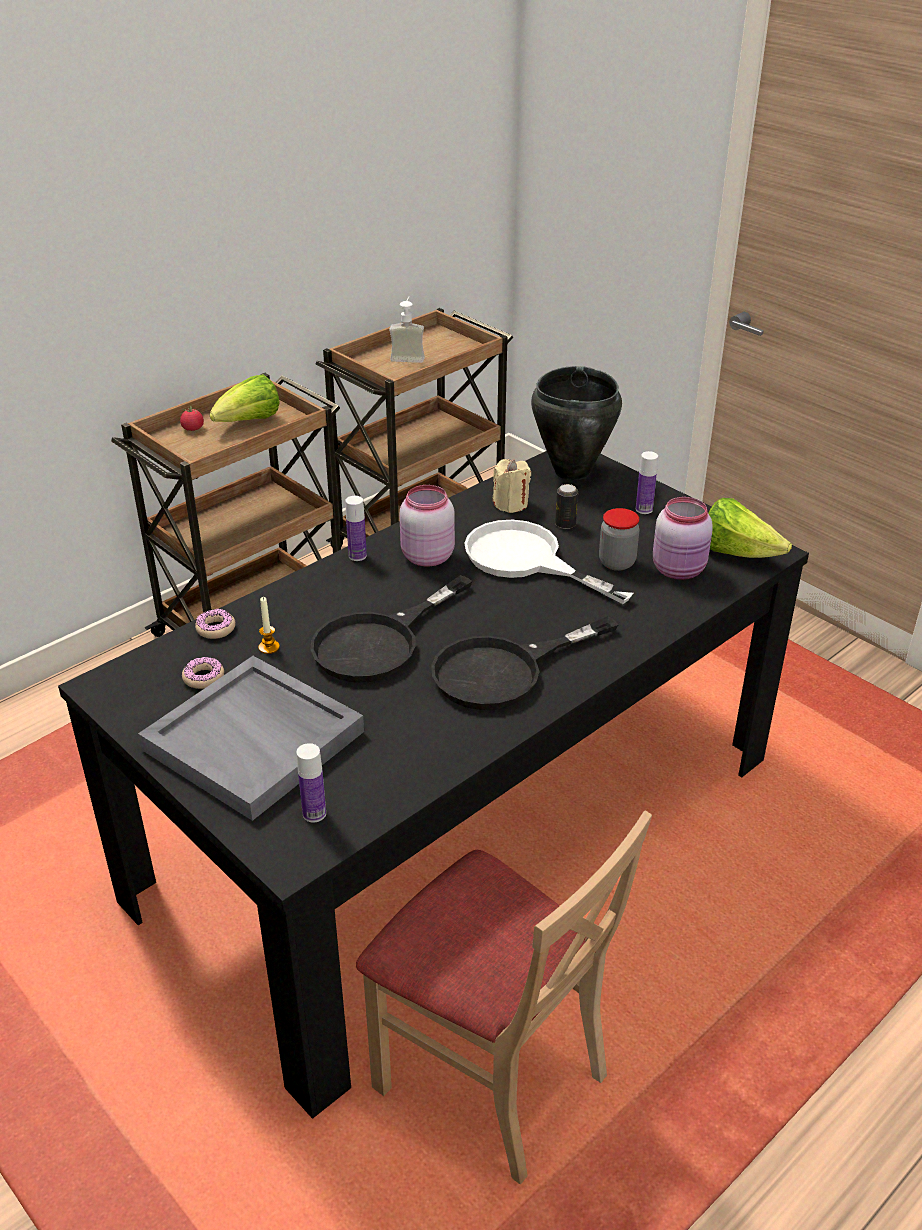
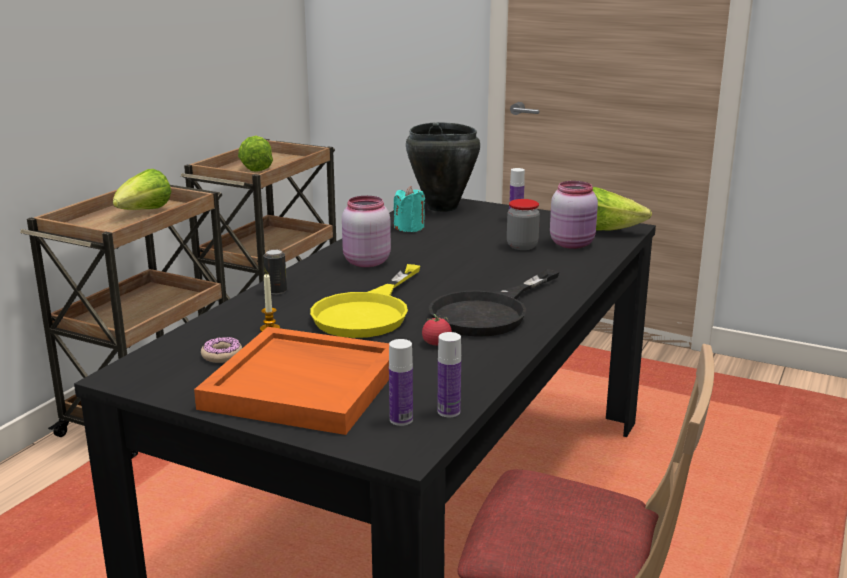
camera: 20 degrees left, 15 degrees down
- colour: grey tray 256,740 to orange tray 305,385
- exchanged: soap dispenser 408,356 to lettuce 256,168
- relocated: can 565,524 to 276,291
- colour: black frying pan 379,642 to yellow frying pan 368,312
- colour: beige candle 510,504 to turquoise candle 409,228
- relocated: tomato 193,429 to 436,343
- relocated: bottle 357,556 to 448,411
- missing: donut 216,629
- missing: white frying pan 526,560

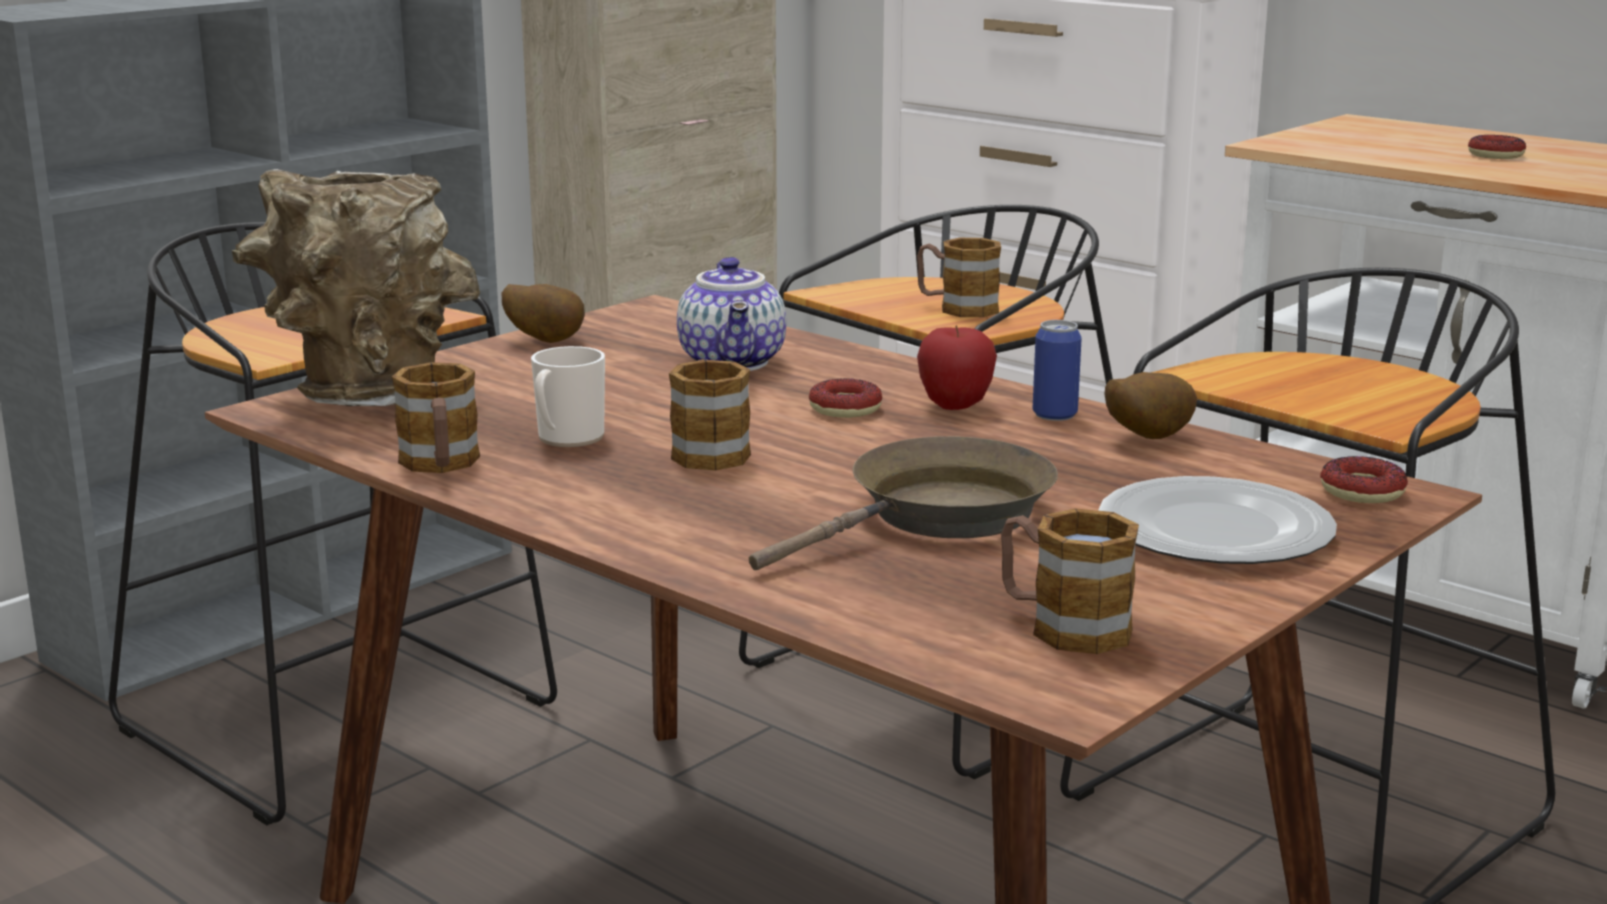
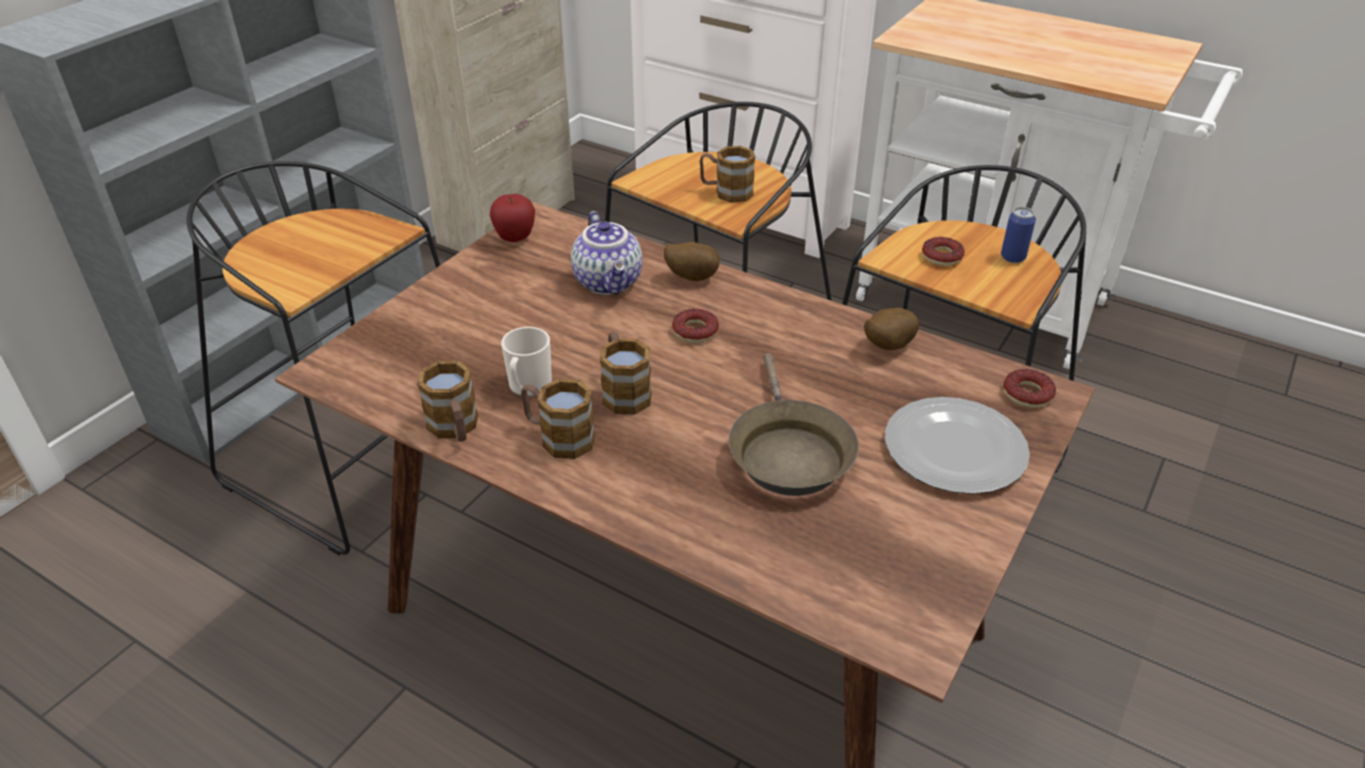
camera: 10 degrees left, 20 degrees up
- relocated: apple 955,407 to 515,238
- relocated: mug 1062,626 to 558,437
- relocated: potato 546,341 to 691,277
- spun: brown frying pan 939,517 = 787,453 135 degrees clockwise
- relocated: donut 1496,155 to 942,256
- relocated: can 1054,415 to 1013,257
- missing: brown vase 362,396

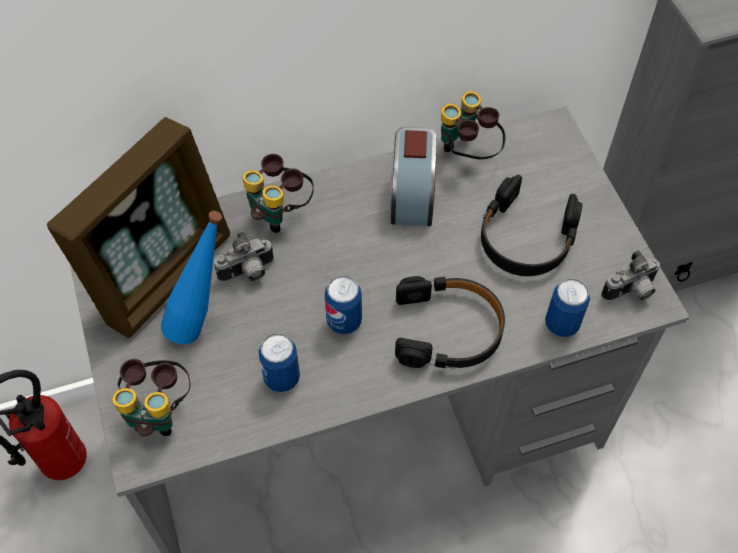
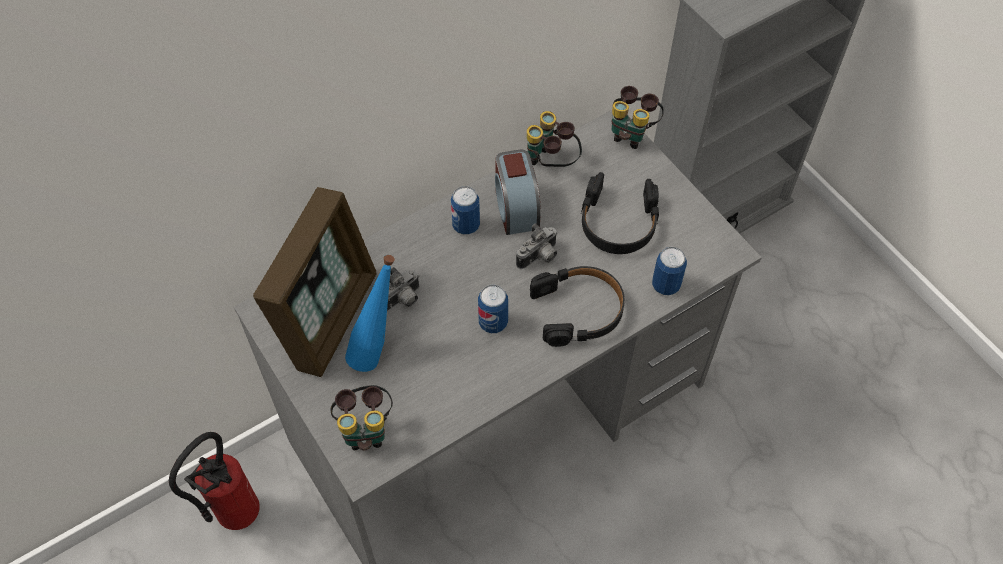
camera: 15 degrees left, 0 degrees up
- relocated: can 282,378 to 466,225
- relocated: photo camera 630,292 to 539,258
- relocated: binoculars 280,212 to 631,133

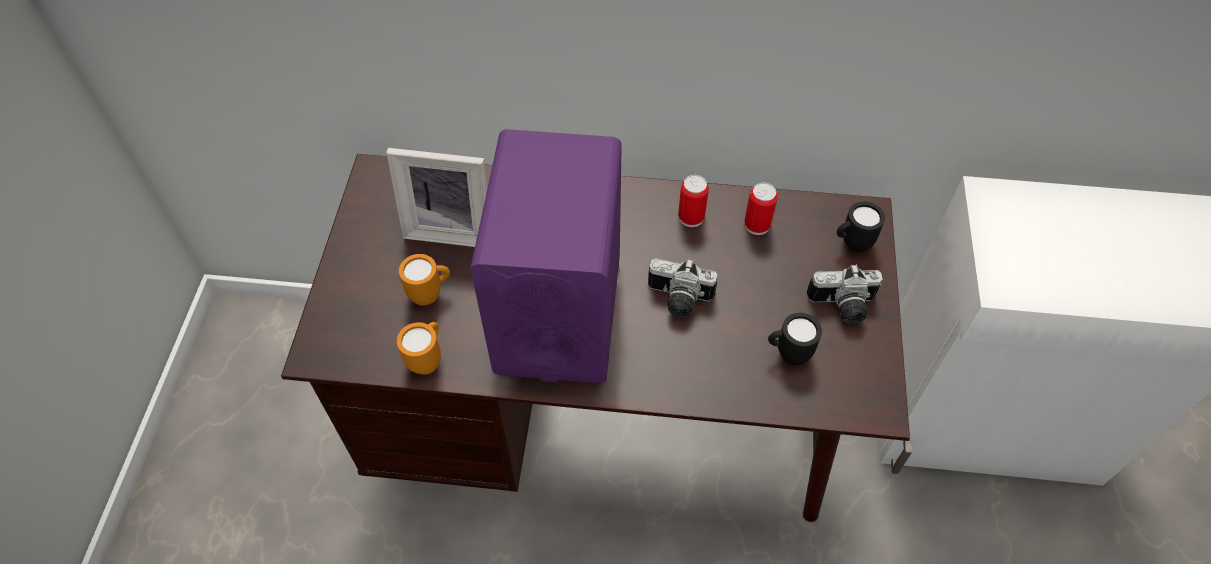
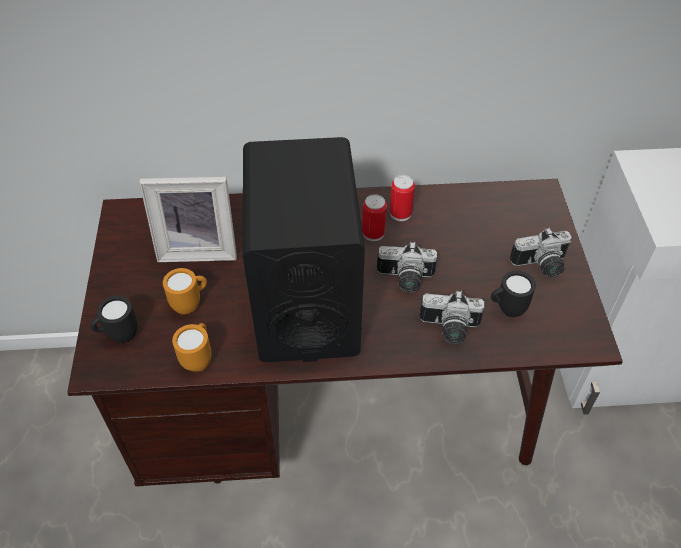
camera: 10 degrees left, 5 degrees down
- relocated: black mug 851,244 to 119,335
- colour: purple speaker 558,313 to black speaker 306,304
- relocated: can 757,225 to 373,233
- appeared: photo camera 449,329

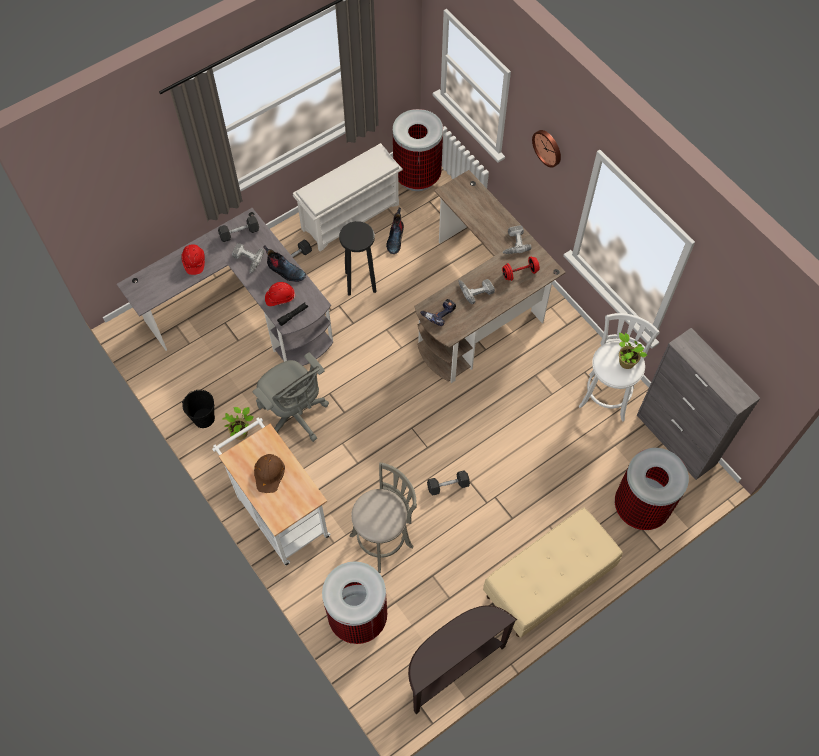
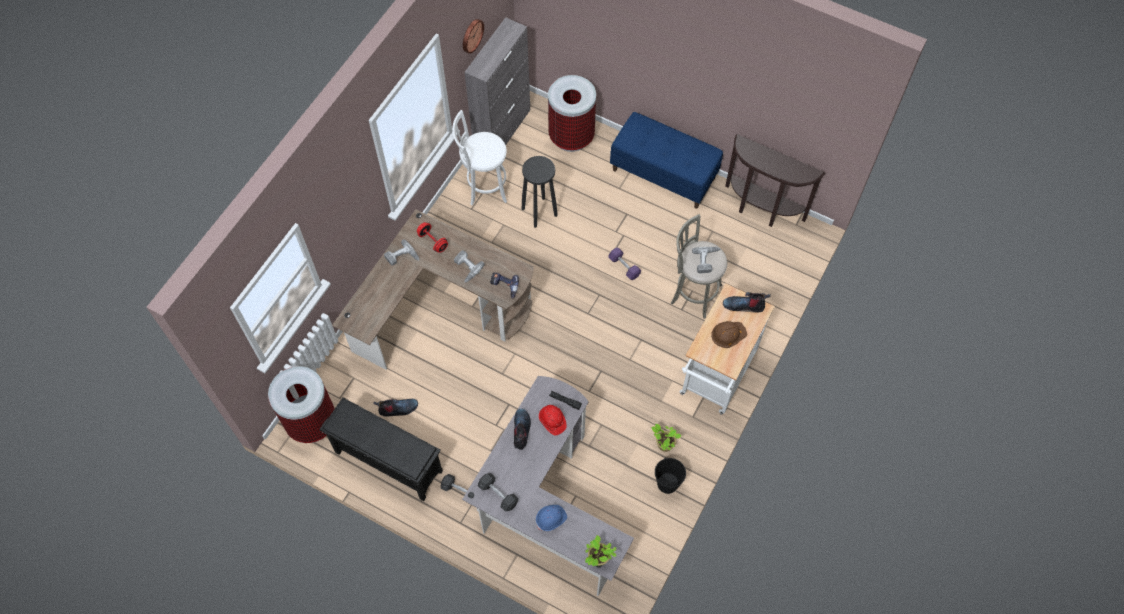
camera: 115 degrees left, 0 degrees up
- colour: white shoe rack 351,216 to black shoe rack 387,462
- relocated: wall clock 548,147 to 471,35
- relocated: black stool 360,282 to 540,212
- colour: red hard hat 194,262 to blue hard hat 551,519
- relocated: potted plant 625,361 to 598,559
- colour: grey dumbbell 448,485 to purple dumbbell 624,267
- colour: beige bench 548,583 to blue bench 664,174
- relocated: power drill 246,260 to 707,260
- appeared: boot 744,305
- missing: grey office chair 294,416
- missing: trash can 357,616

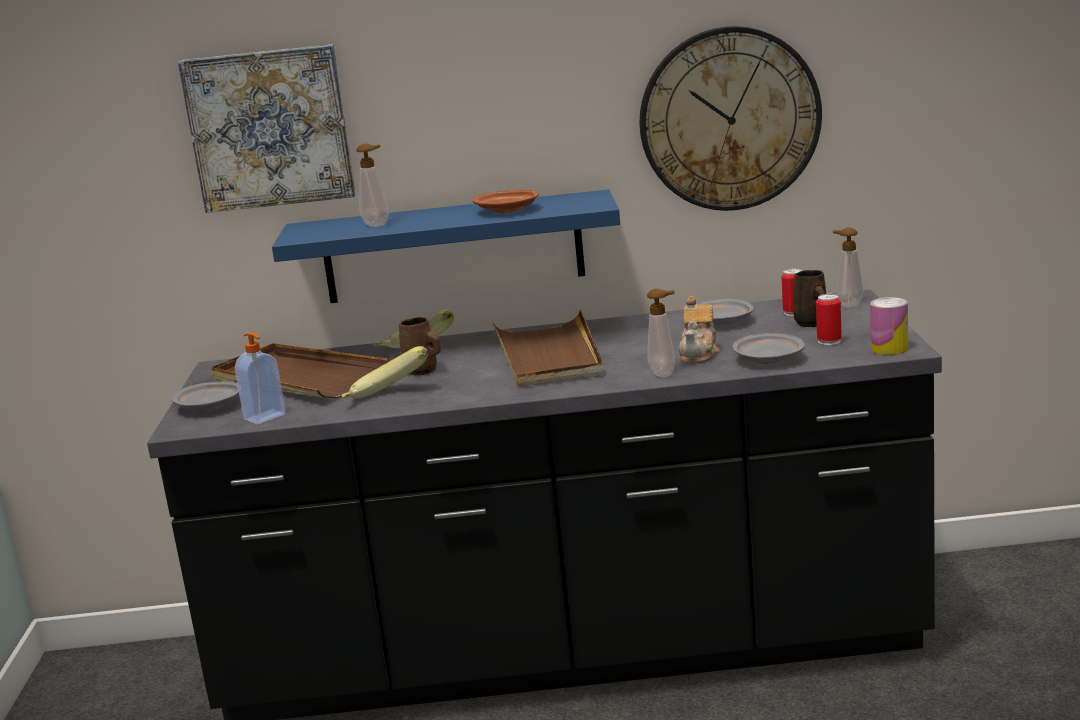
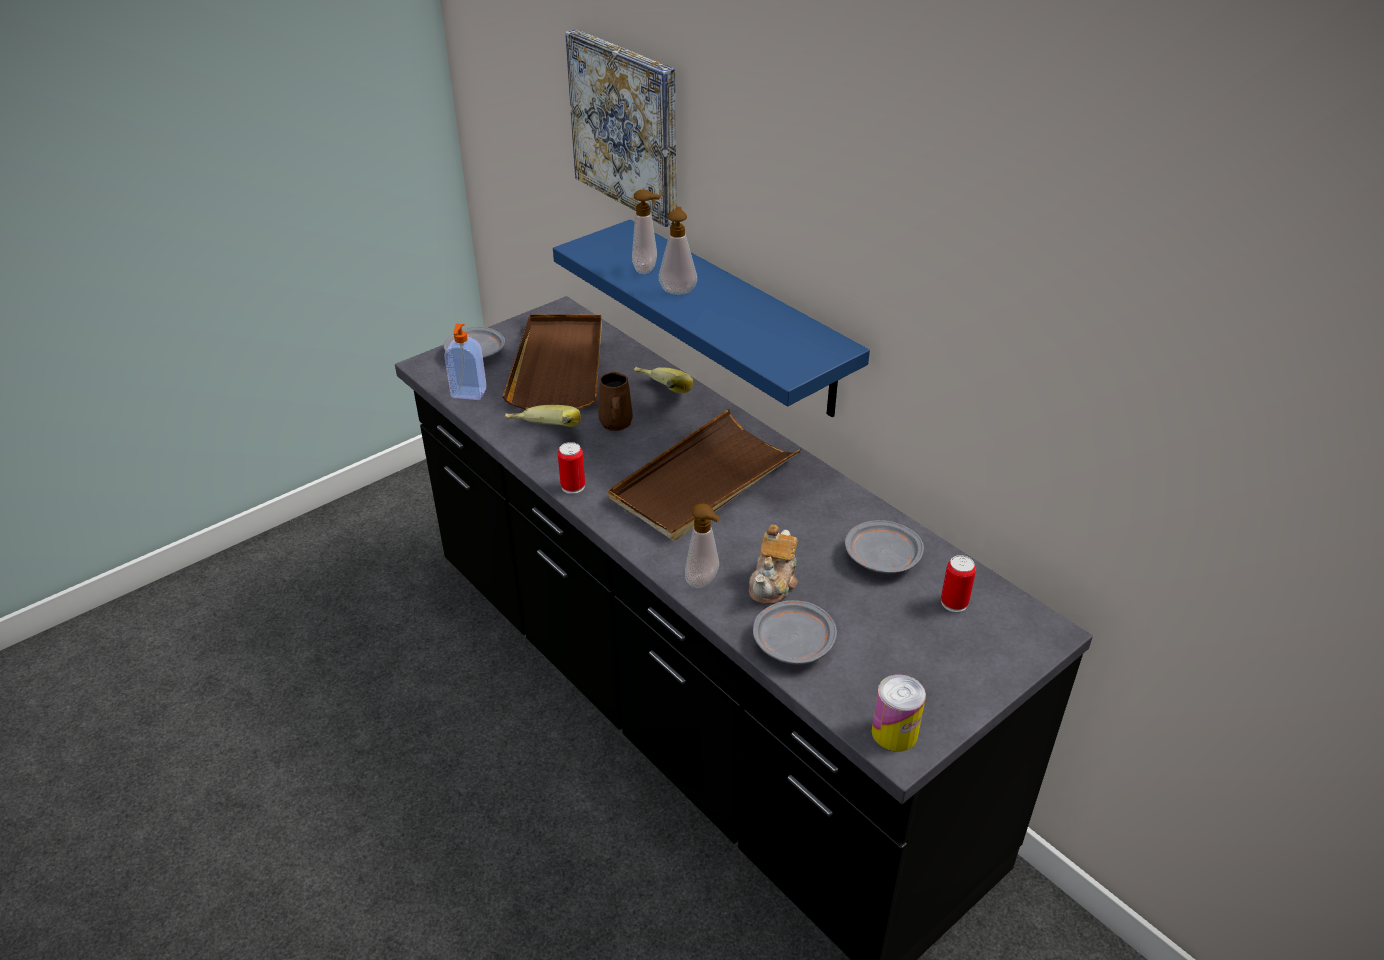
camera: 50 degrees right, 20 degrees up
- relocated: can 829,341 to 573,486
- relocated: soap dispenser 848,304 to 678,290
- spun: teapot 699,354 = 774,583 45 degrees counterclockwise
- missing: brown plate 508,210
- missing: wall clock 729,119
- missing: brown mug 812,323

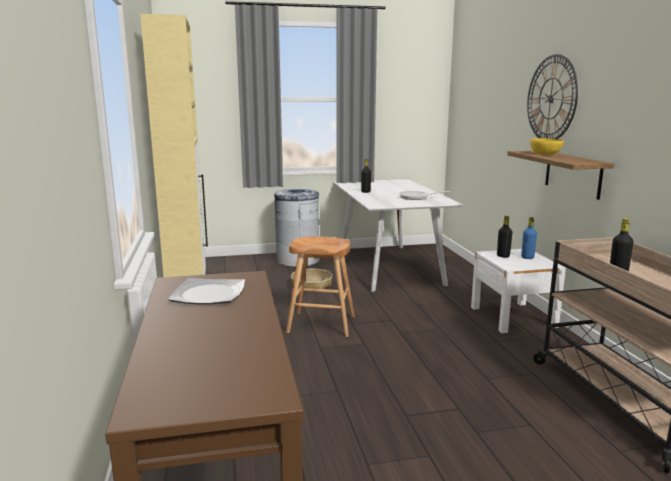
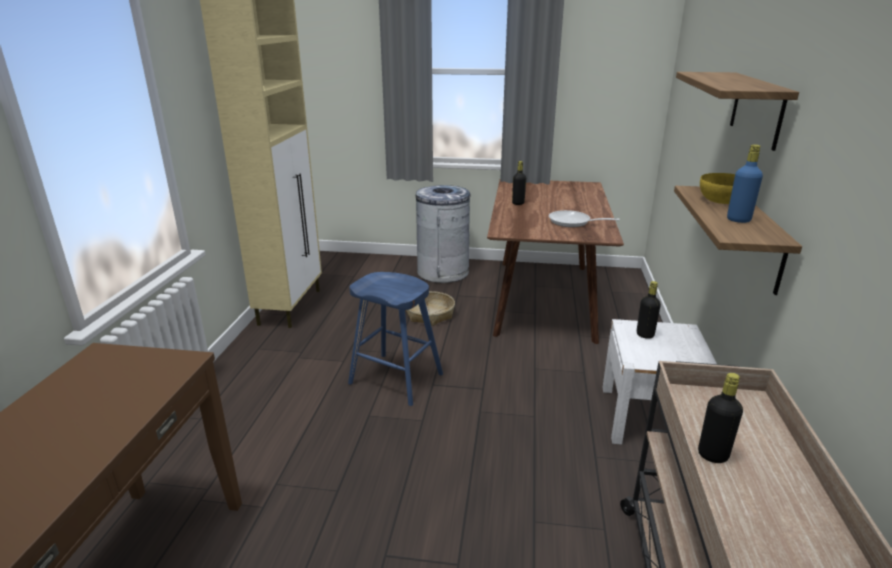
camera: 20 degrees right, 10 degrees up
- colour: brown stool 321,325 to blue stool 395,379
- colour: white dining table 389,266 to brown dining table 545,298
- exchanged: wall clock 551,98 to shelf 757,109
- relocated: blue bottle 527,257 to 738,220
- missing: plate 208,294

